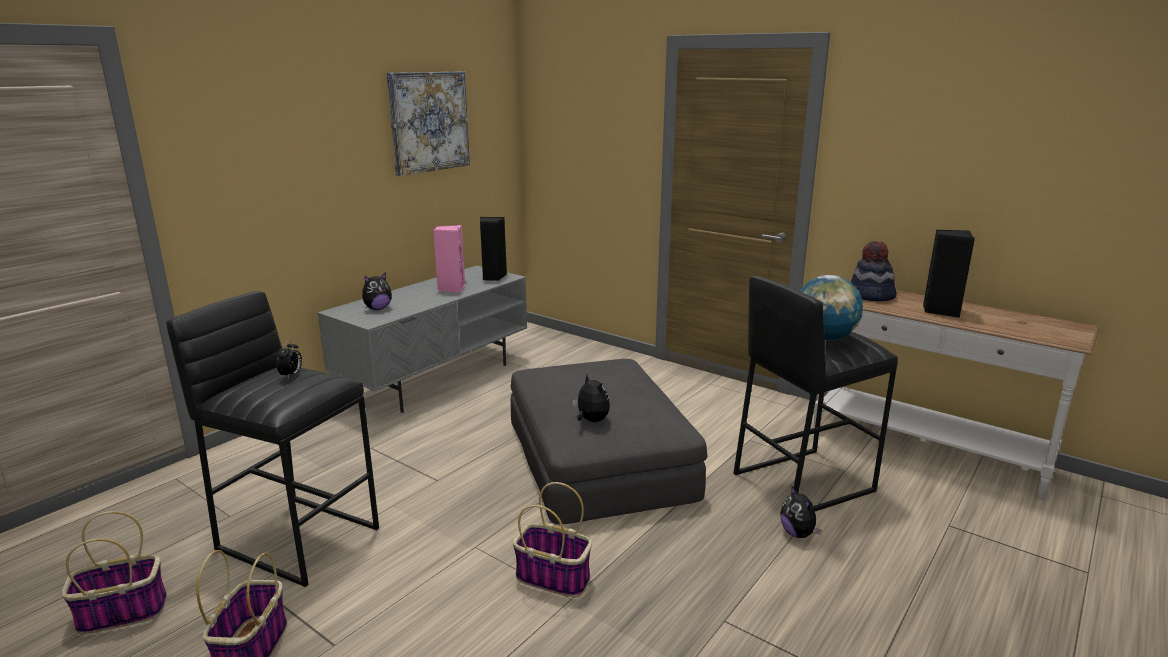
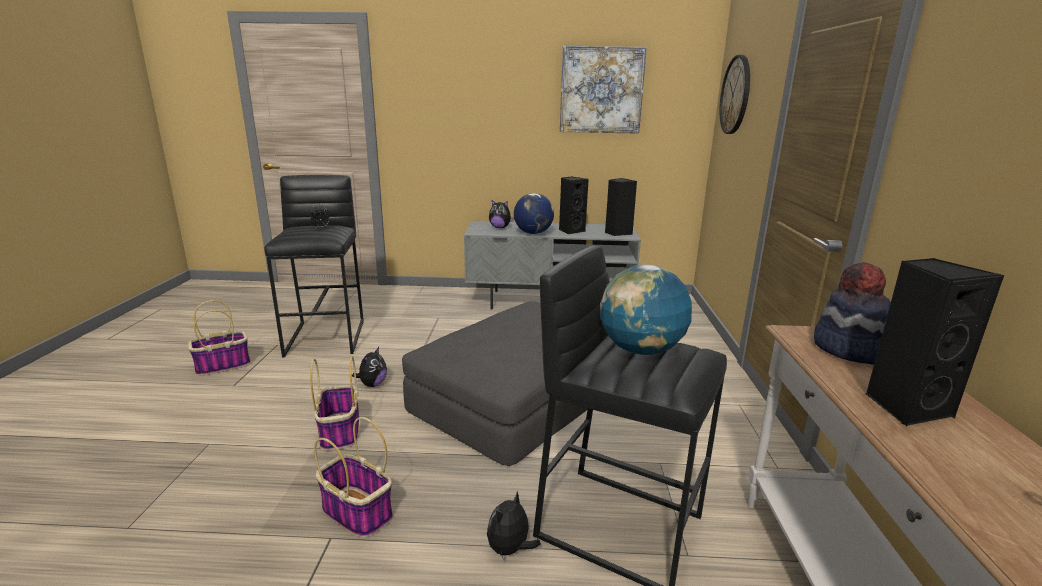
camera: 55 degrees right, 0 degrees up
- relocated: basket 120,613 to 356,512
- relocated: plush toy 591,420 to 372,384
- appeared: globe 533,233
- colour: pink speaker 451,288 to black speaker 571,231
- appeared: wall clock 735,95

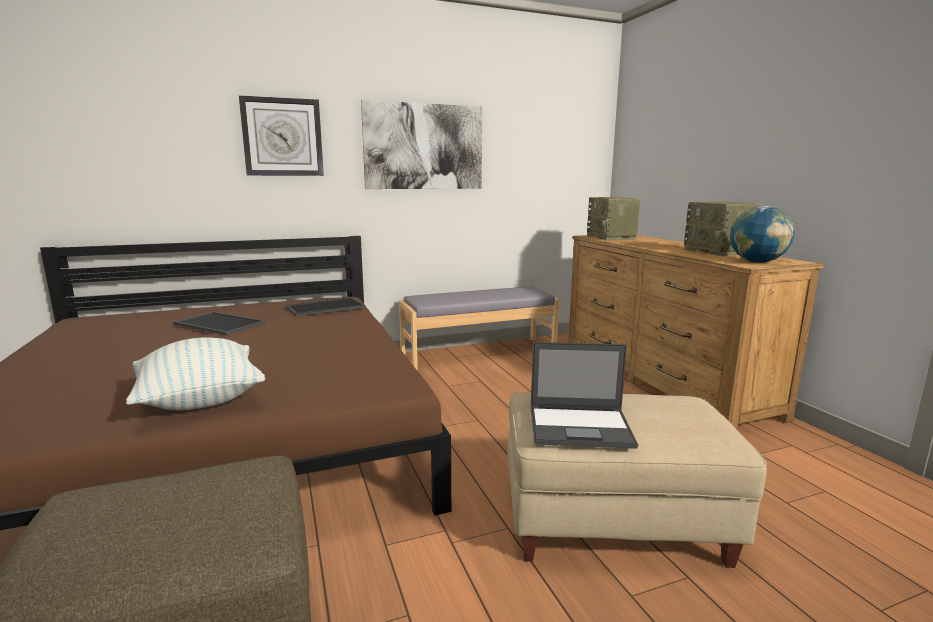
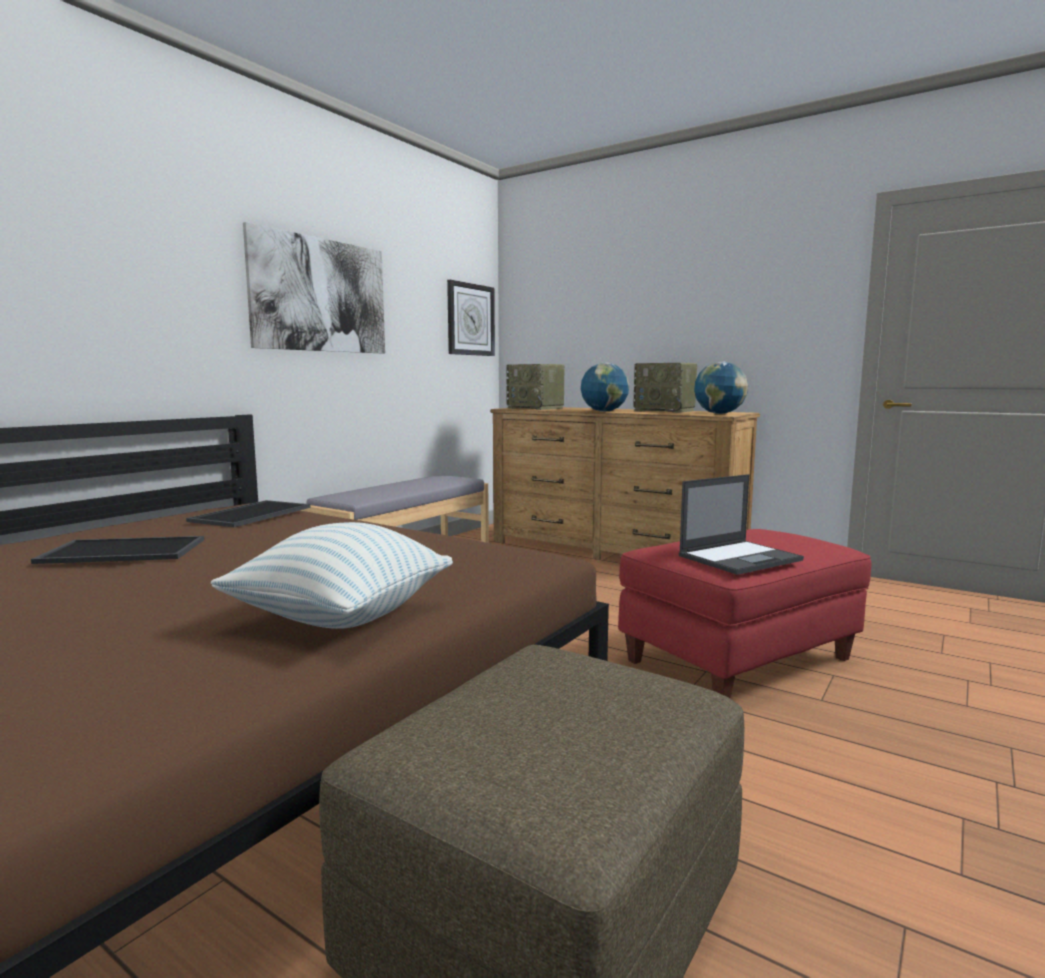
camera: 35 degrees left, 5 degrees down
- relocated: wall clock 282,137 to 470,319
- appeared: globe 604,411
- colour: beige ottoman 612,521 to red ottoman 737,659

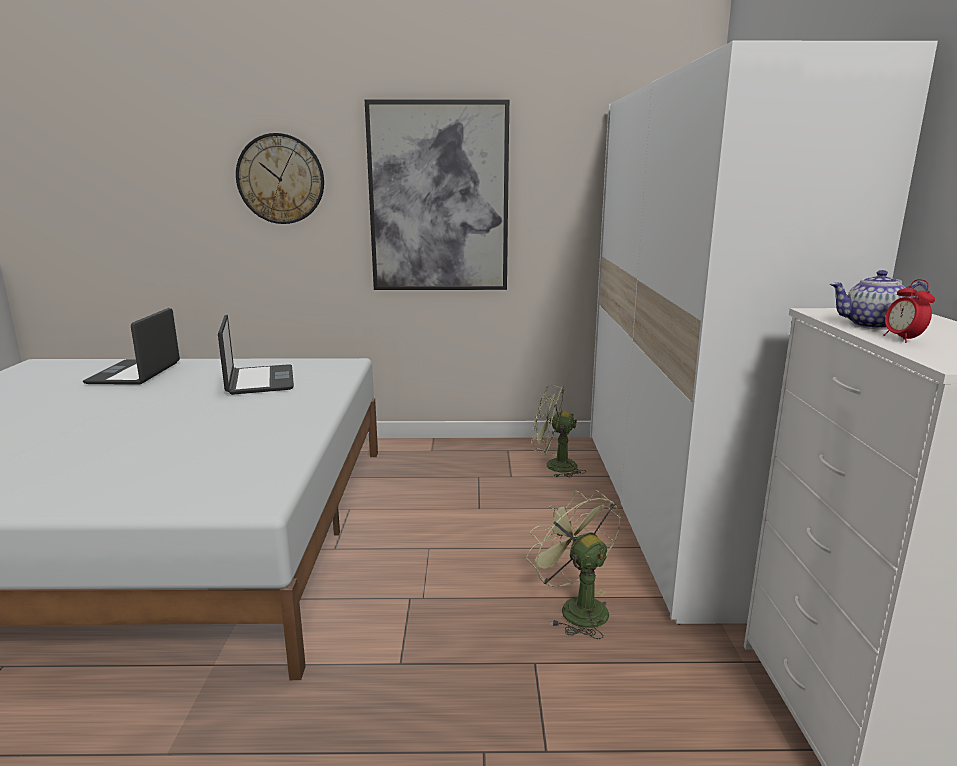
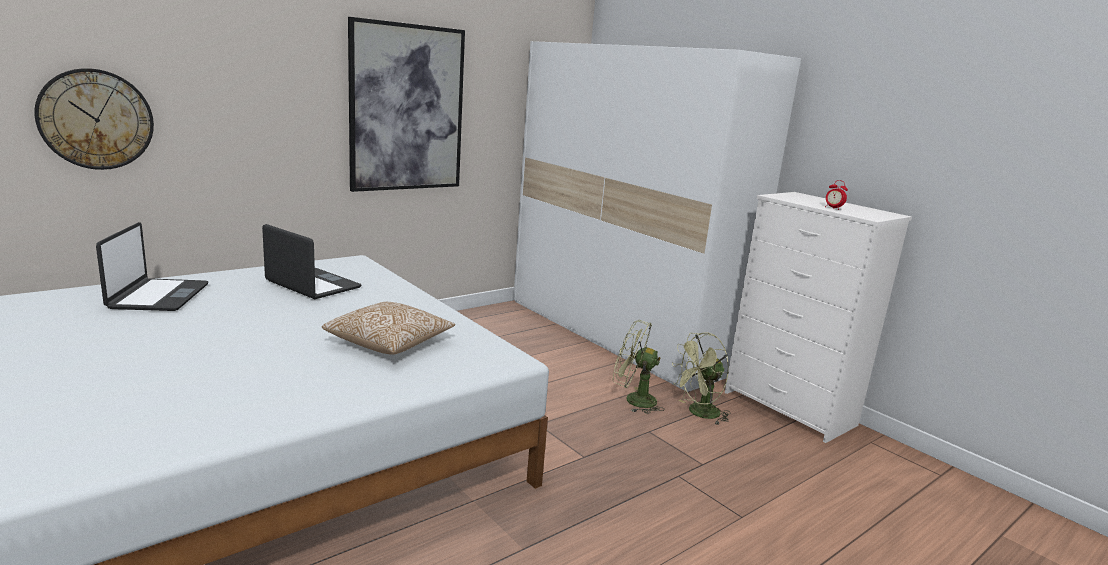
camera: 40 degrees left, 0 degrees up
- relocated: wall clock 280,179 to 96,119
- spun: laptop 135,373 = 158,296 150 degrees counterclockwise
- appeared: pillow 390,343
- relocated: green fan 553,466 to 698,413
- missing: teapot 872,325

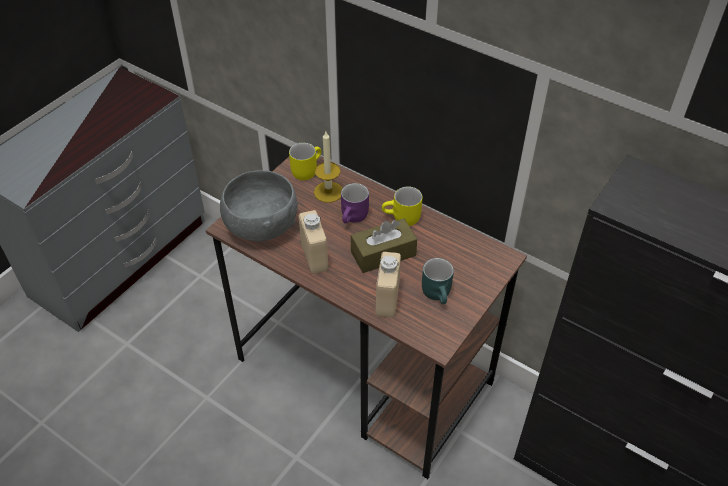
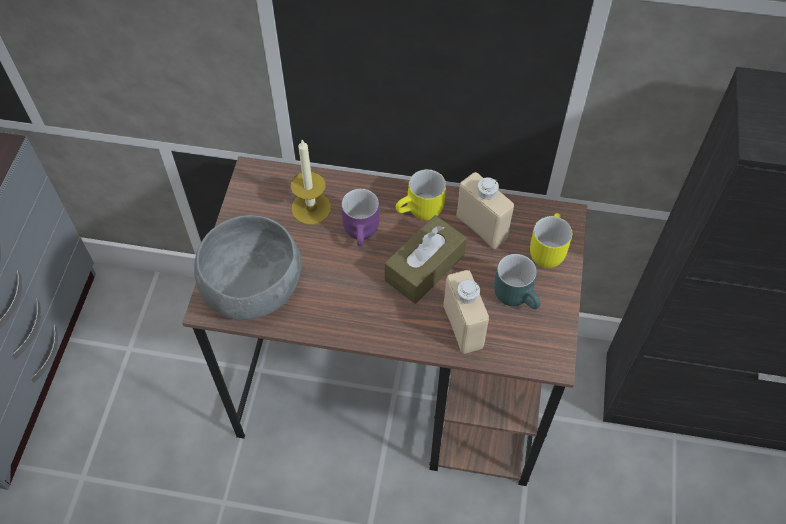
camera: 25 degrees left, 10 degrees up
- relocated: beige bottle 314,257 to 481,227
- relocated: yellow mug 305,169 to 545,248

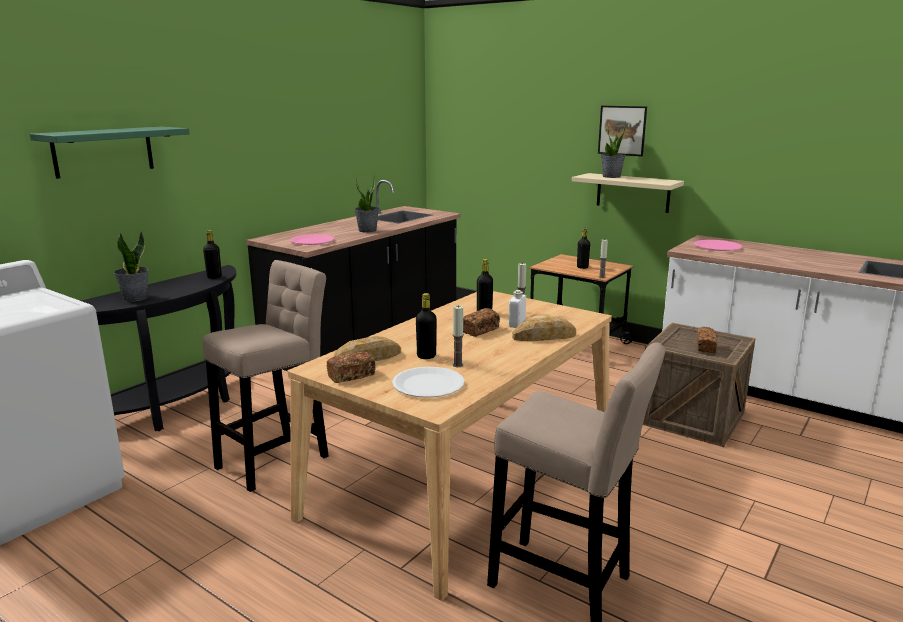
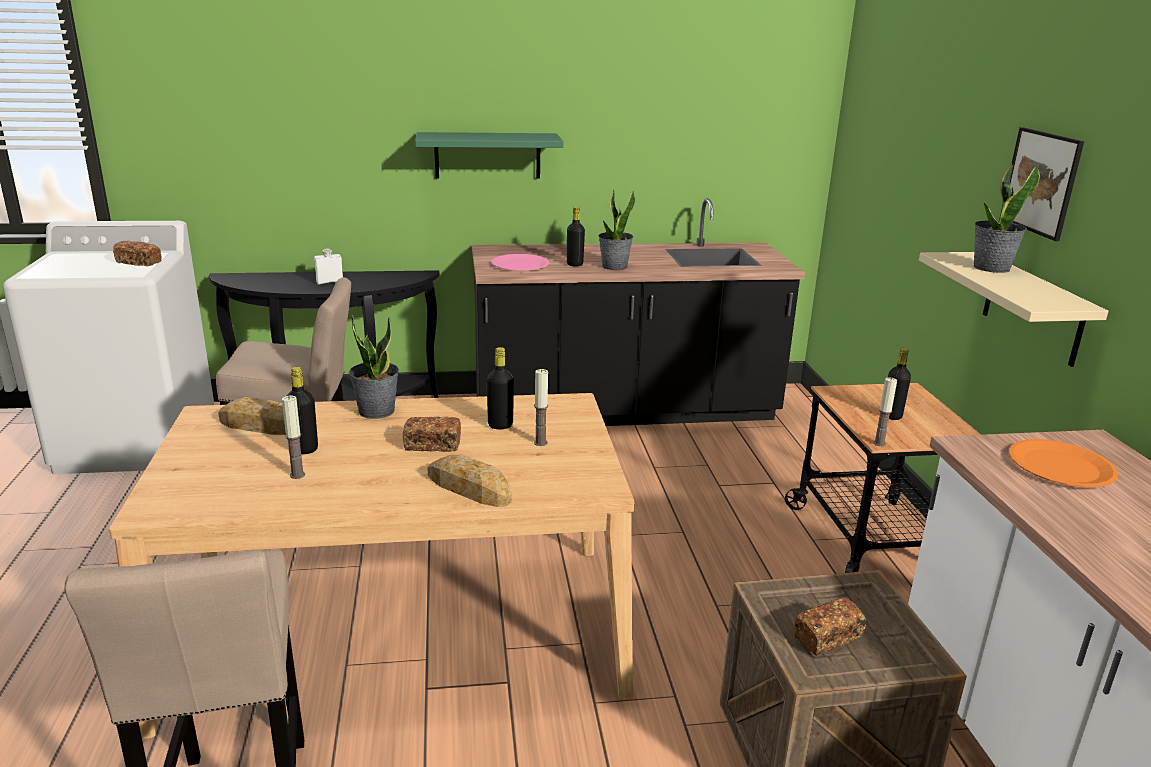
camera: 45 degrees right, 5 degrees up
- relocated: bread 351,376 to 139,262
- relocated: white bottle 517,323 to 329,282
- relocated: potted plant 135,298 to 376,411
- relocated: green shelf 103,151 to 487,155
- relocated: black bottle 214,277 to 574,264
- colour: pink plate 717,247 to orange plate 1060,466
- missing: white plate 428,384

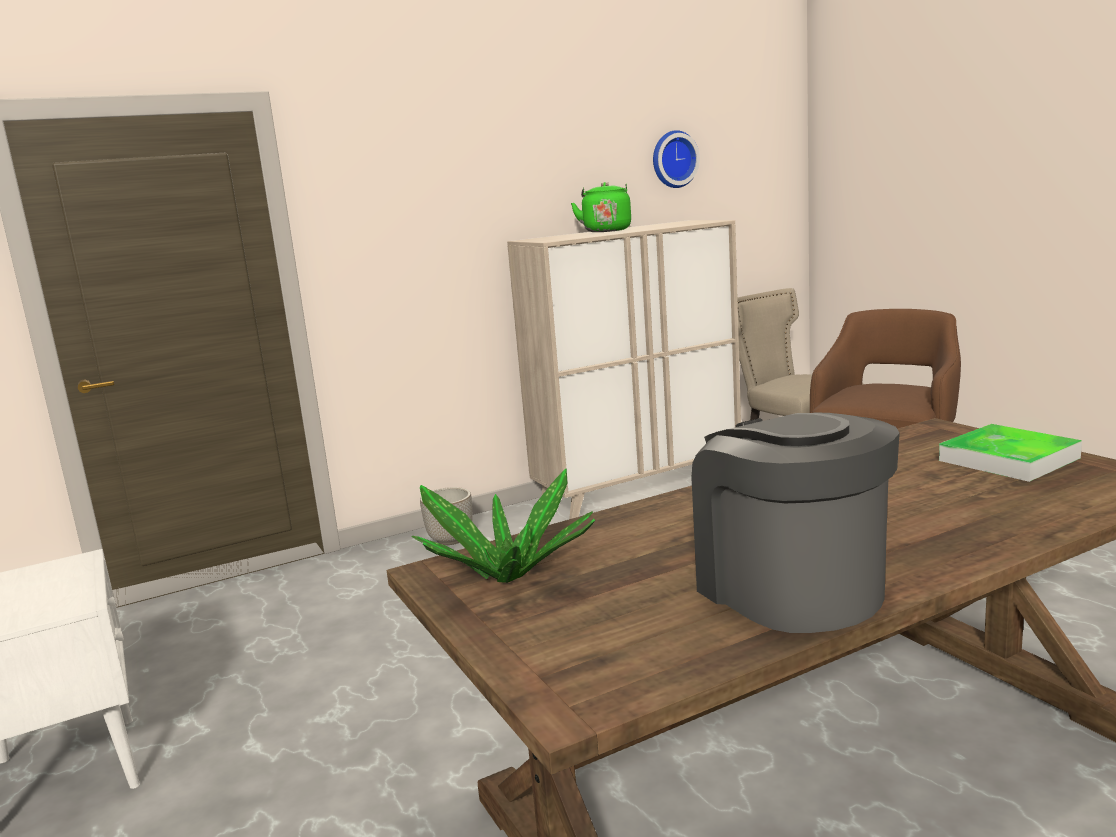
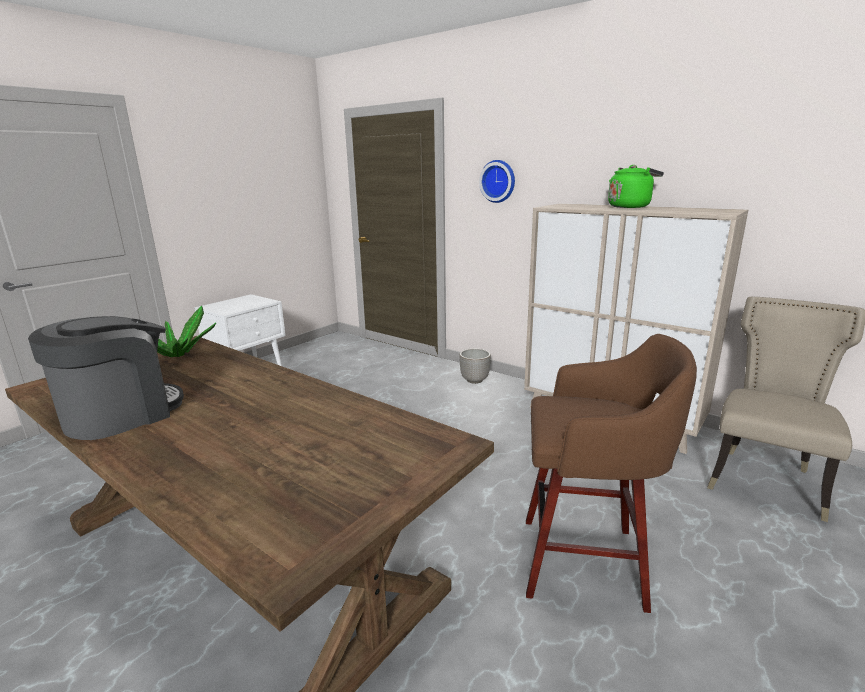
camera: 65 degrees right, 5 degrees up
- relocated: wall clock 673,159 to 498,181
- missing: tray 1008,459

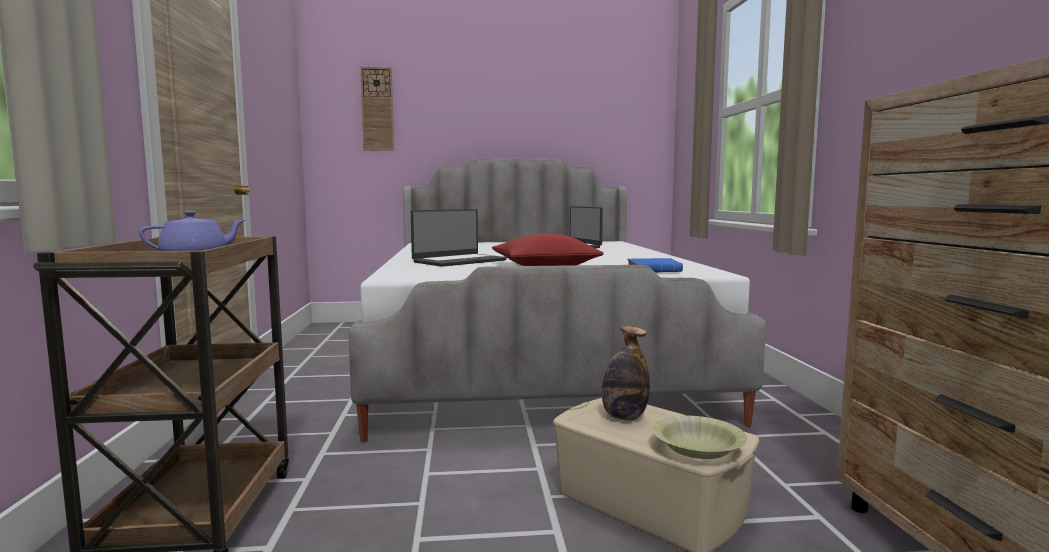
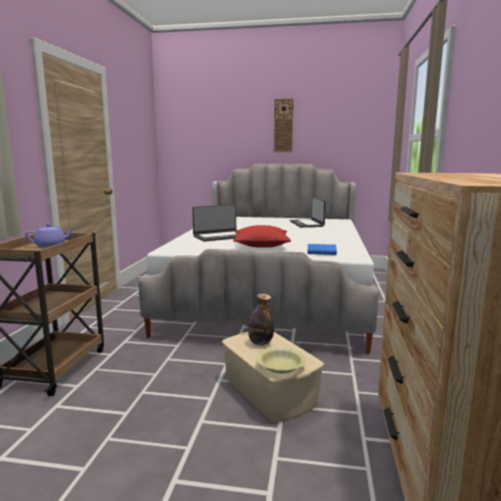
camera: 15 degrees right, 5 degrees up
- relocated: wall clock 377,109 to 283,125

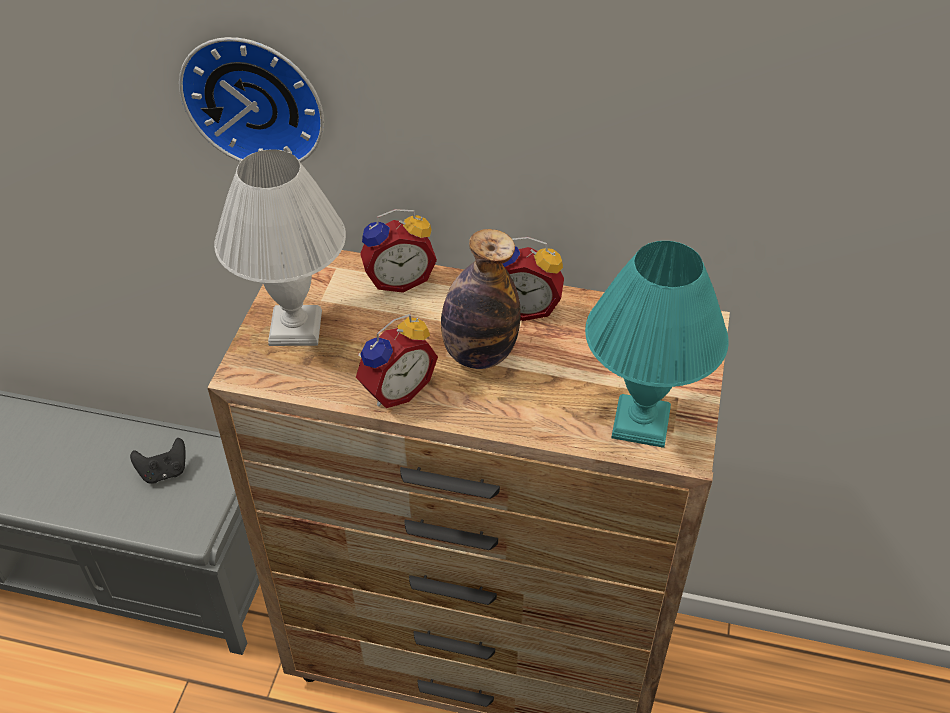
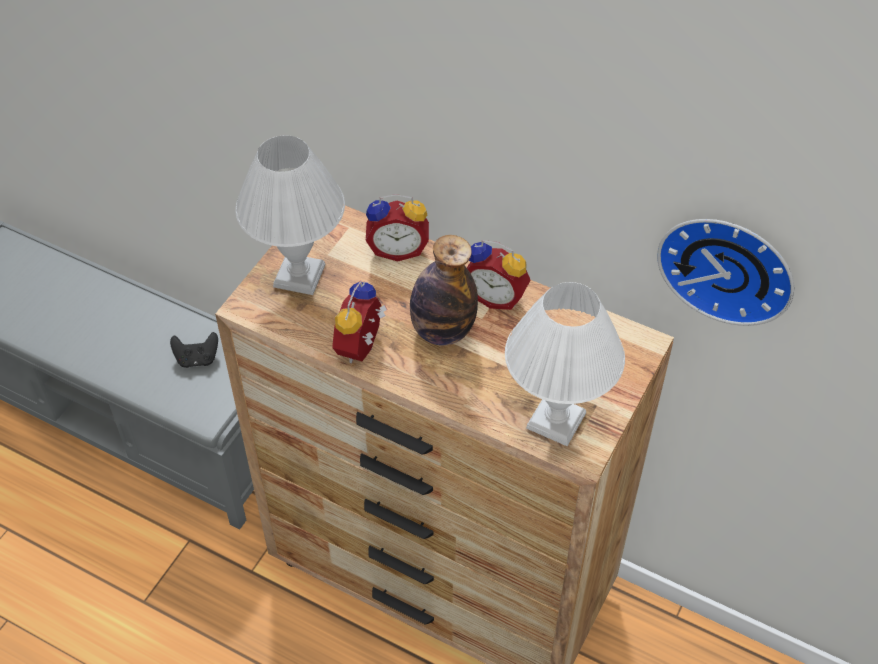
camera: 15 degrees right, 5 degrees up
- spun: alarm clock 395,389 = 363,347 135 degrees clockwise
- colour: turquoise table lamp 640,421 to white table lamp 556,419
- relocated: wall clock 256,98 to 728,265

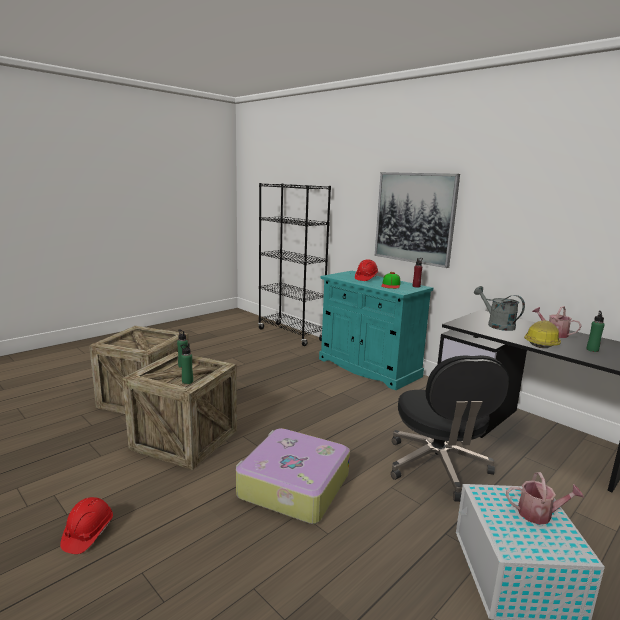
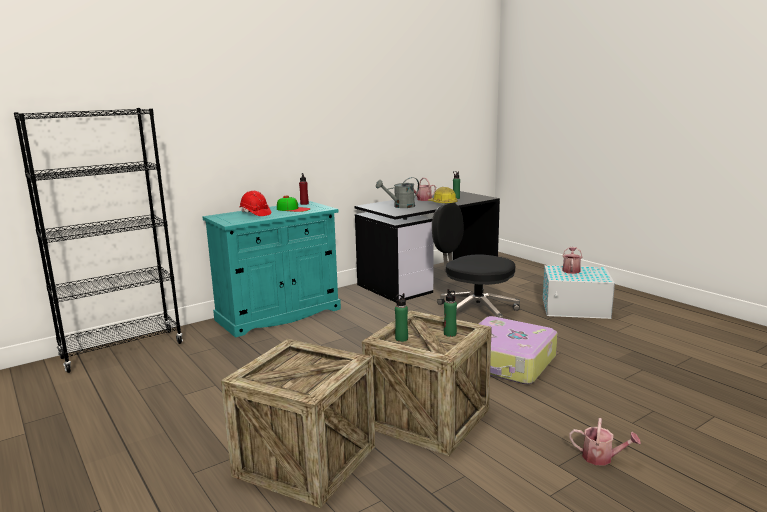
camera: 80 degrees left, 0 degrees up
- spun: black office chair 438,467 = 474,311 150 degrees counterclockwise
- exchanged: red hard hat 88,534 to watering can 601,458
- missing: picture 414,218

